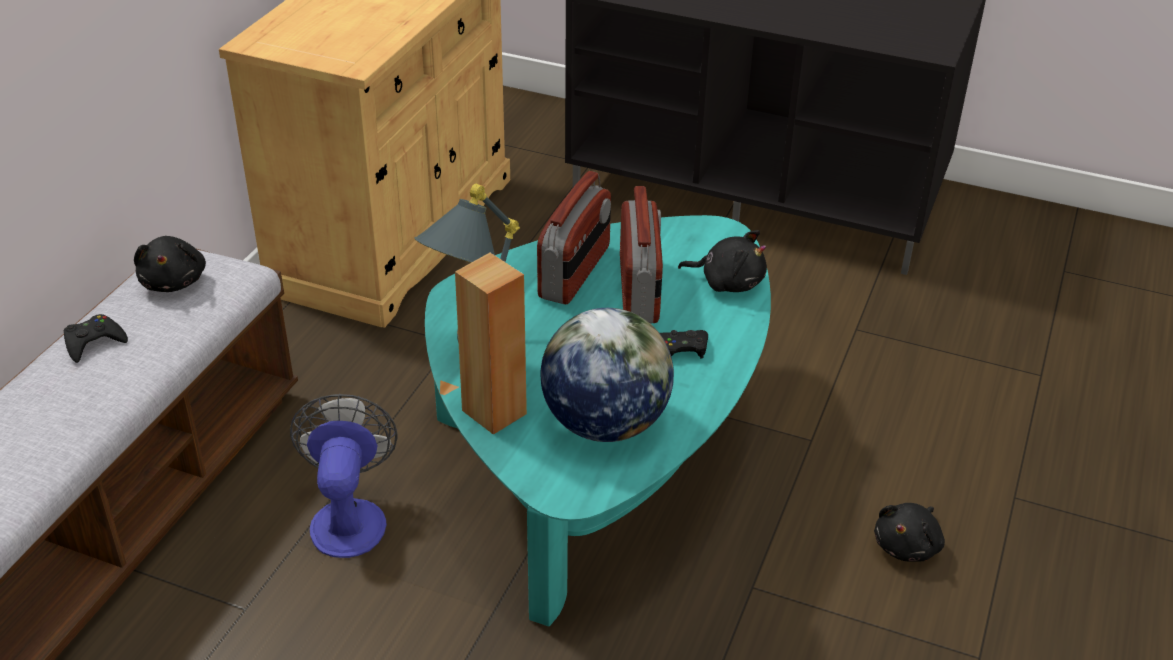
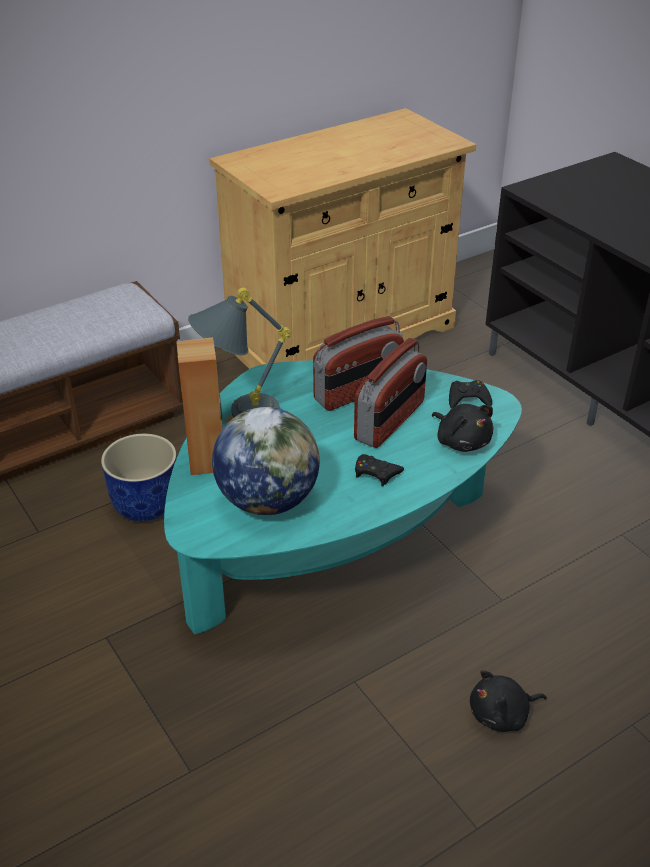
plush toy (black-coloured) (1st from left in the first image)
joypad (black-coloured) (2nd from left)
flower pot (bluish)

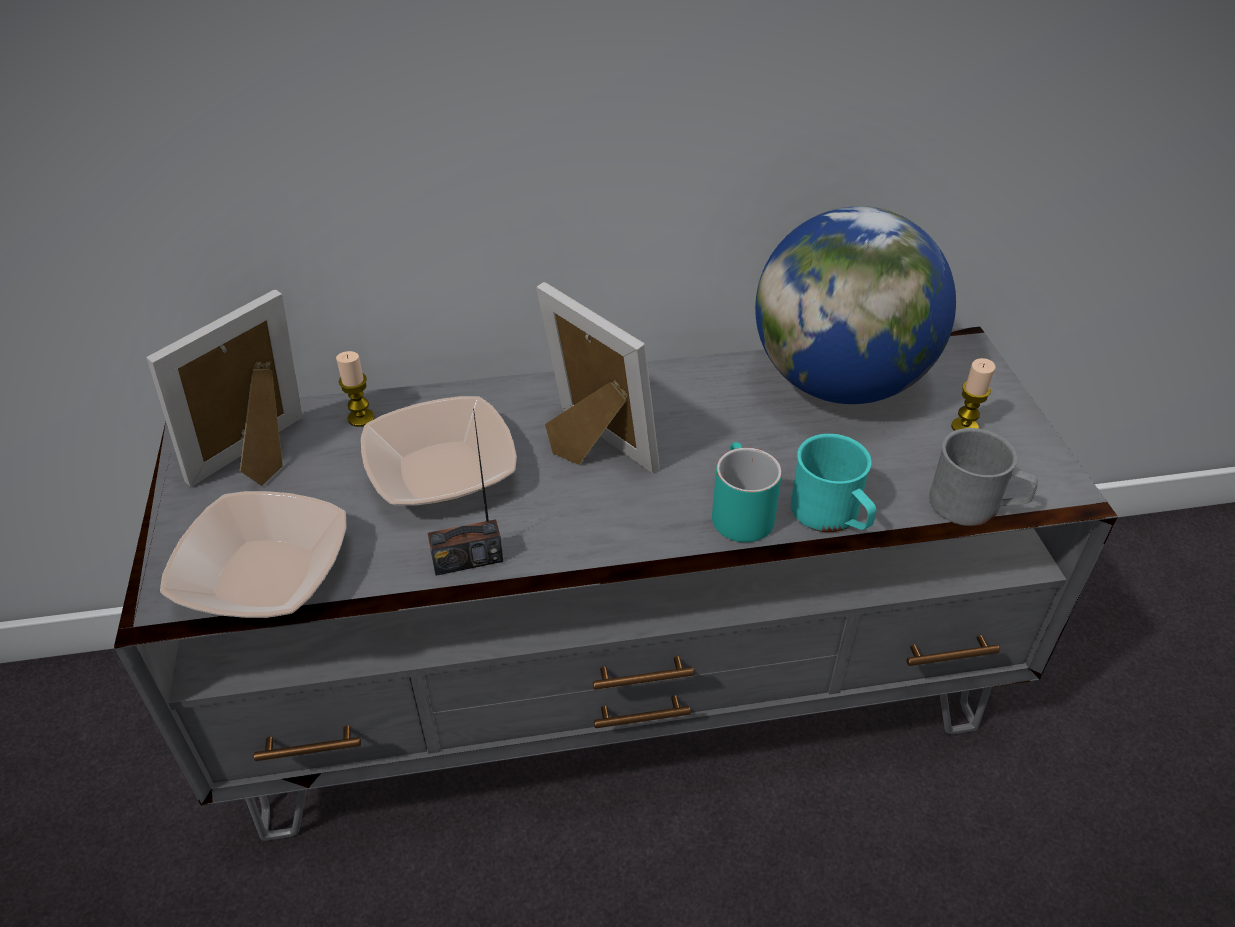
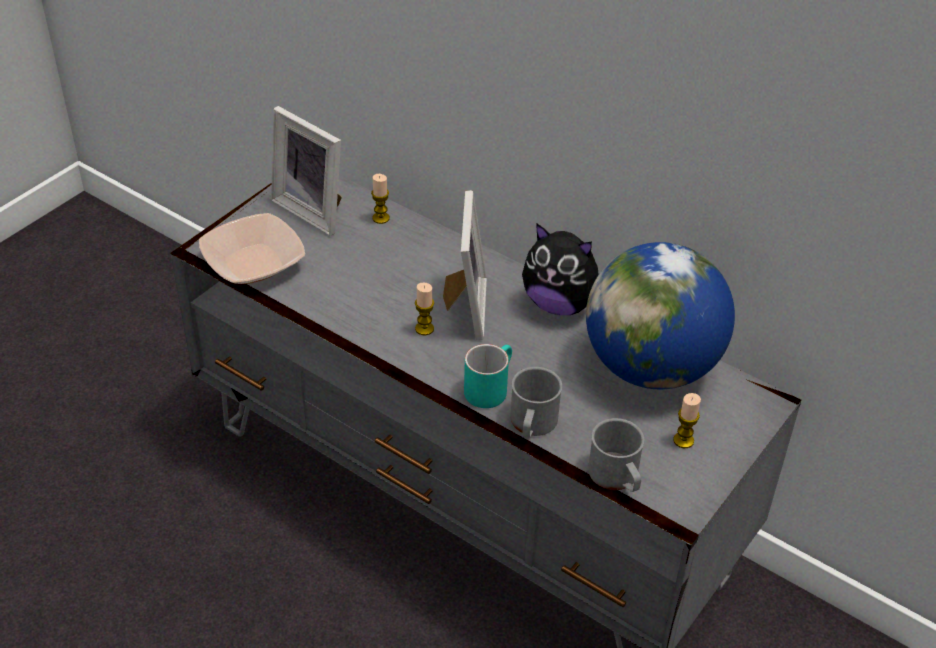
standing frame (1st from left)
deep dish (2nd from left in the first image)
radio
coffee mug (gray) (1st from left)
plush toy
candle (2nd from left)

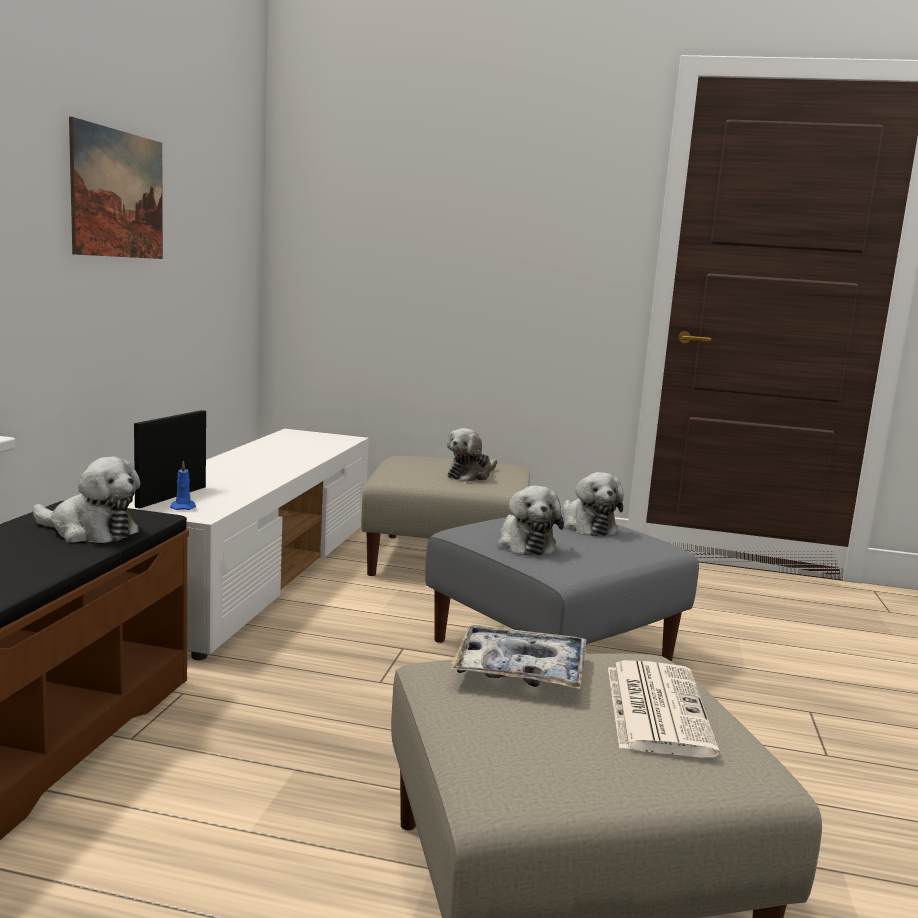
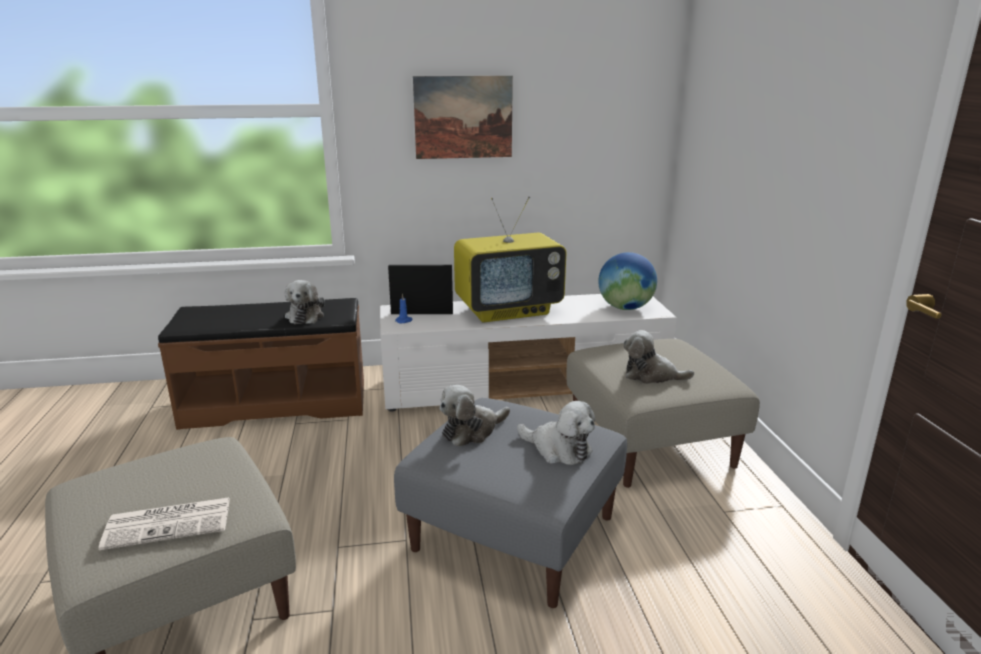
plush toy (3rd from left)
serving tray
TV set
world globe

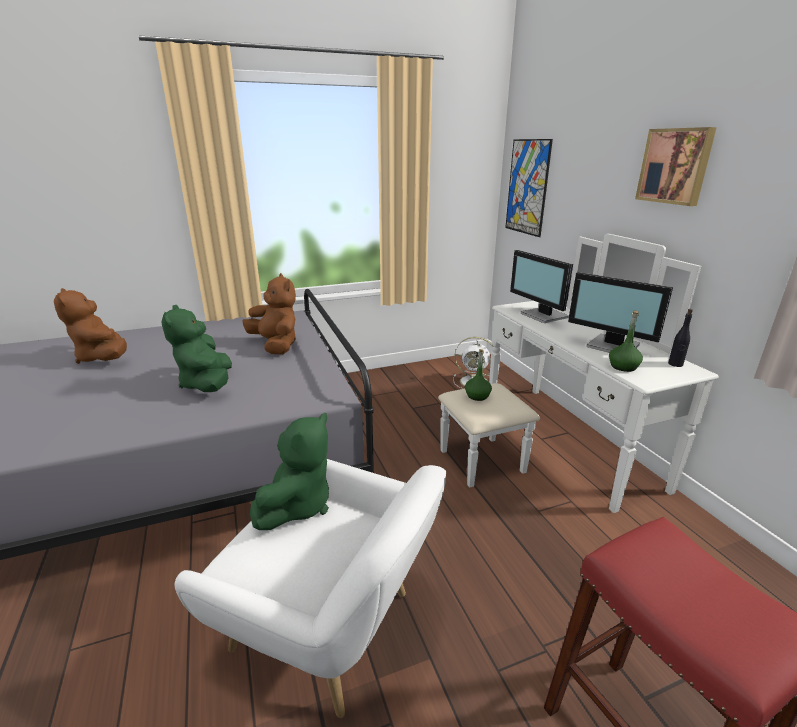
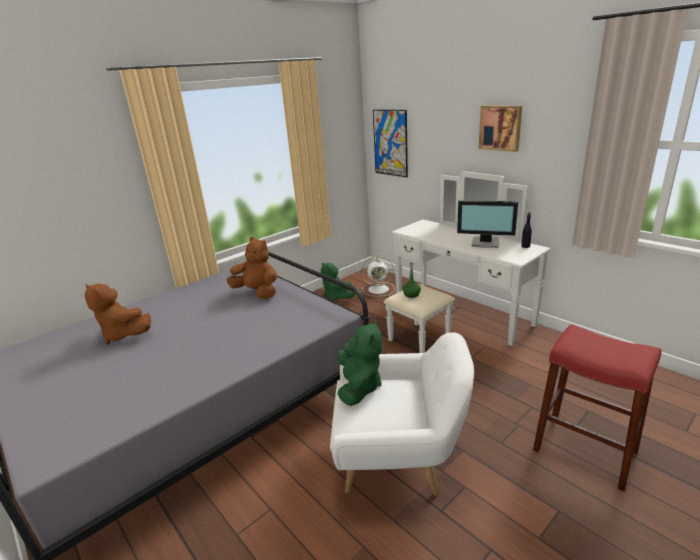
monitor (1st from left in the first image)
plush toy (green) (1st from left)
bottle (green) (2nd from left in the first image)

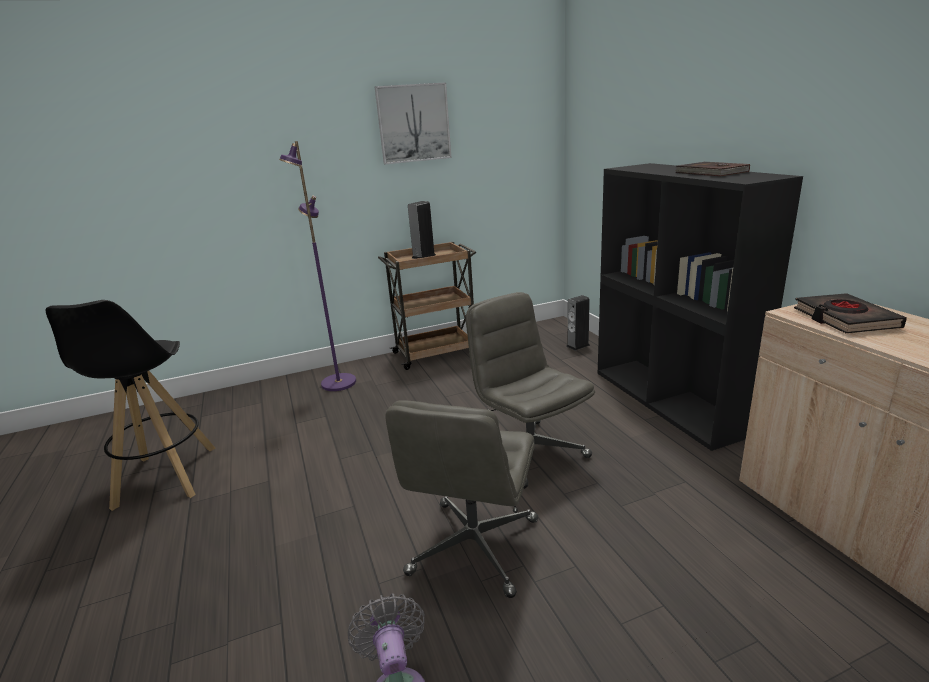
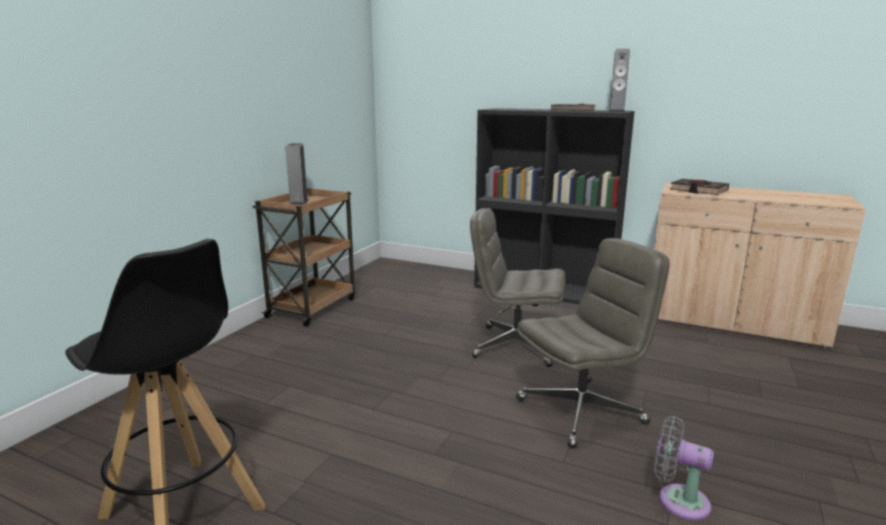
wall art
floor lamp (purplish)
loudspeaker (2nd from left)
computer chair (gray) (2nd from left)

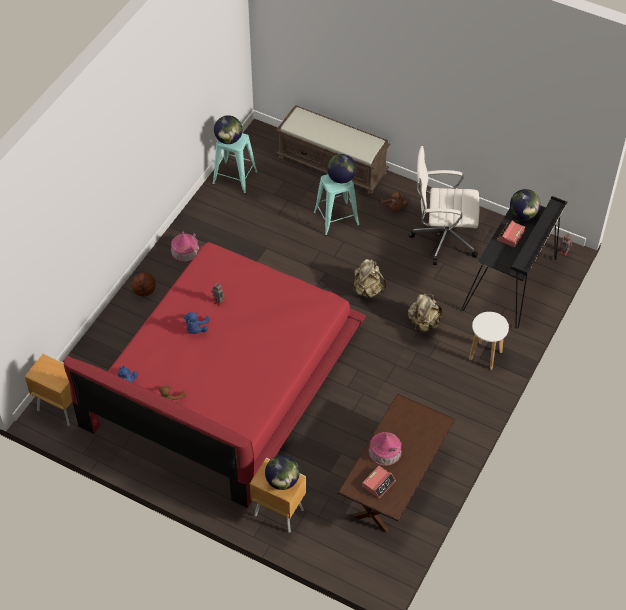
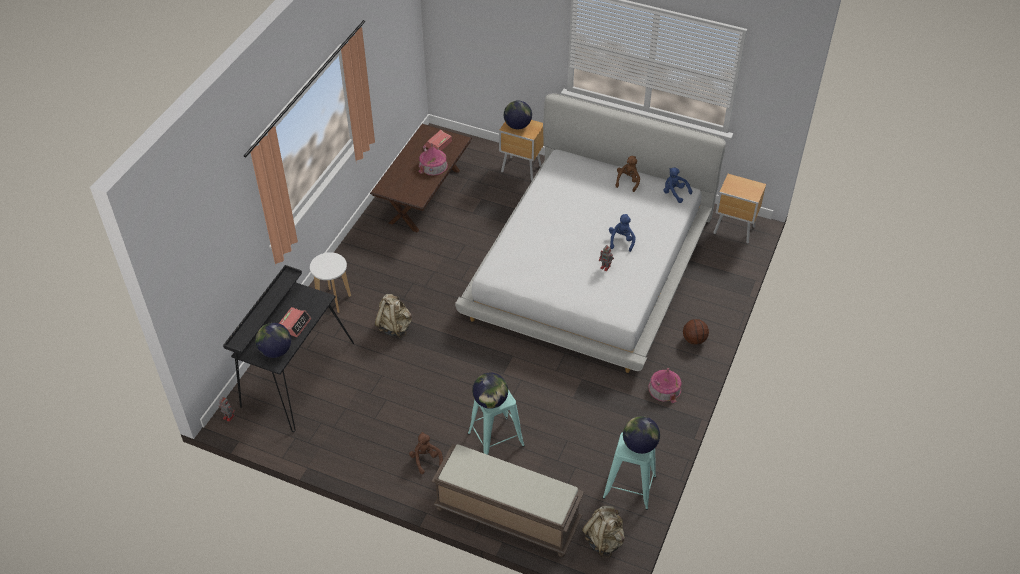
computer chair (white-coloured)
bedroom bed (white-coloured)
backpack (sand-coloured) (2nd from left)

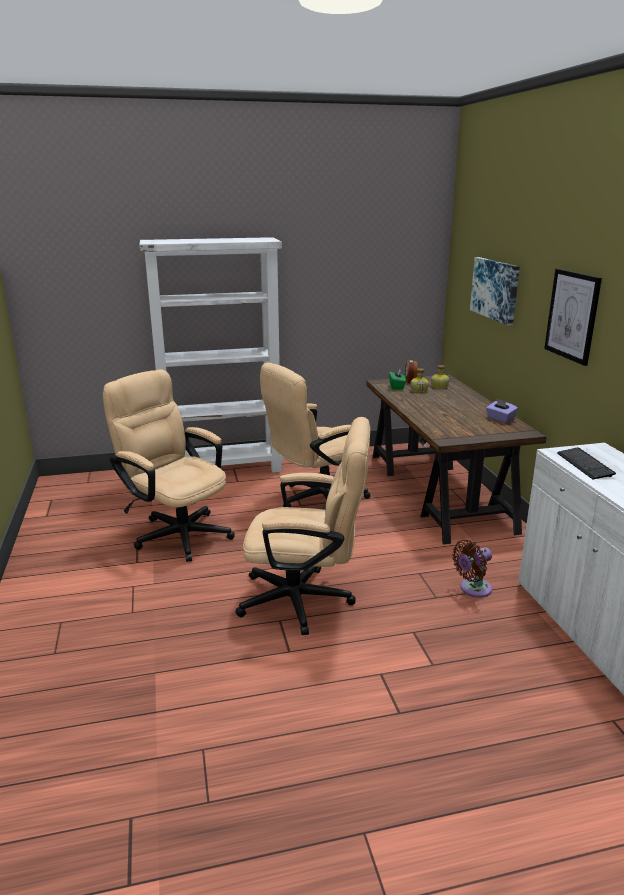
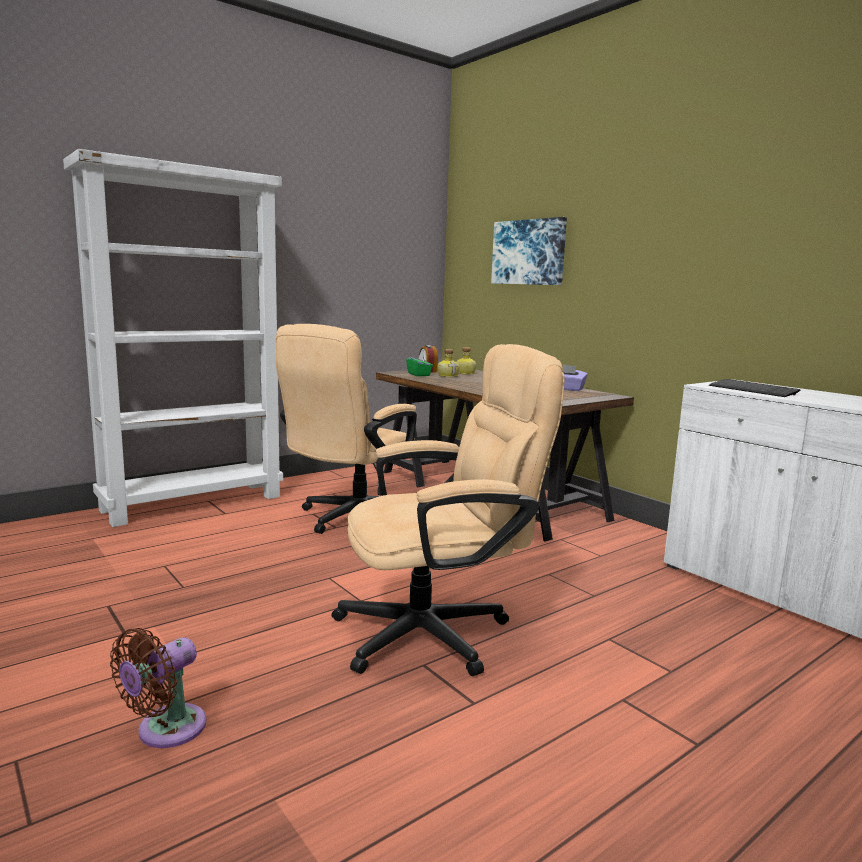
wall art (2nd from left in the first image)
computer chair (sand-coloured) (1st from left in the first image)
cooling fan (brown)

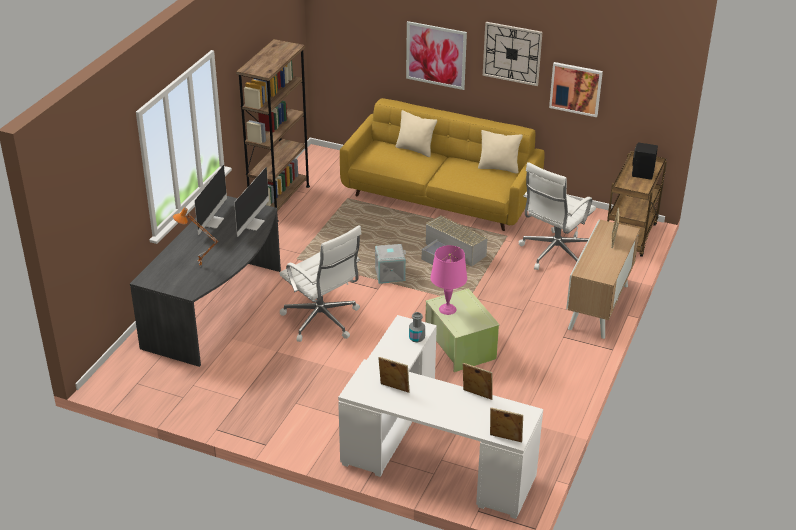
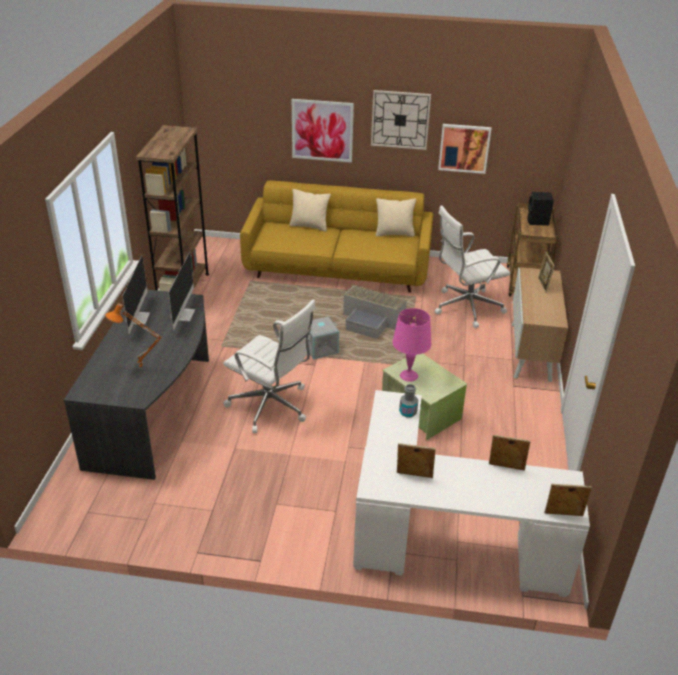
computer chair (white-coloured) (2nd from left)

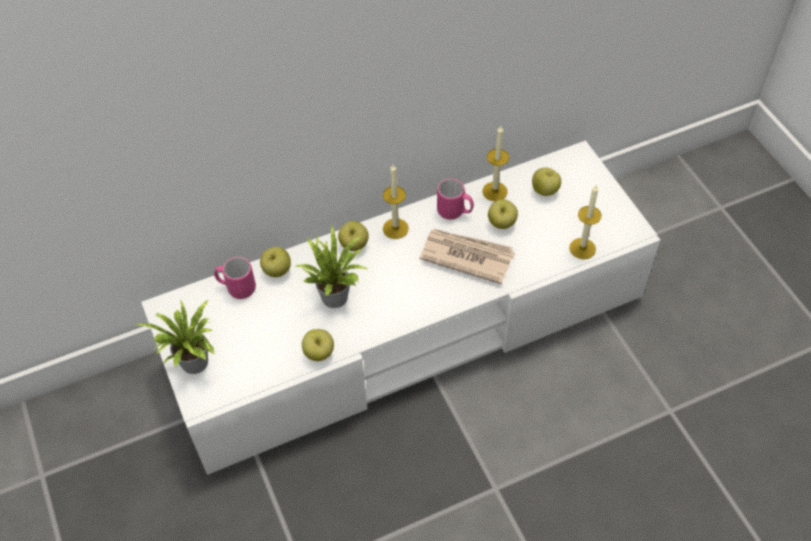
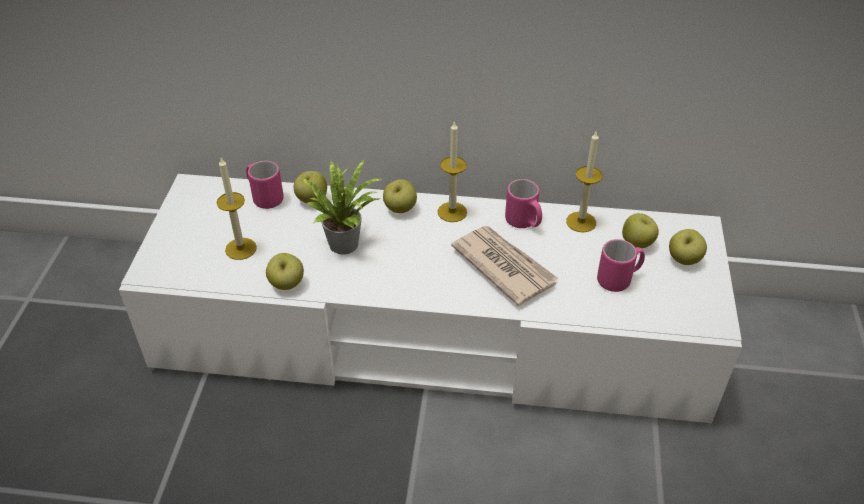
candle (1st from left)
whole apple (5th from left)
houseplant (1st from left in the first image)
coffee mug (pink) (3rd from left)

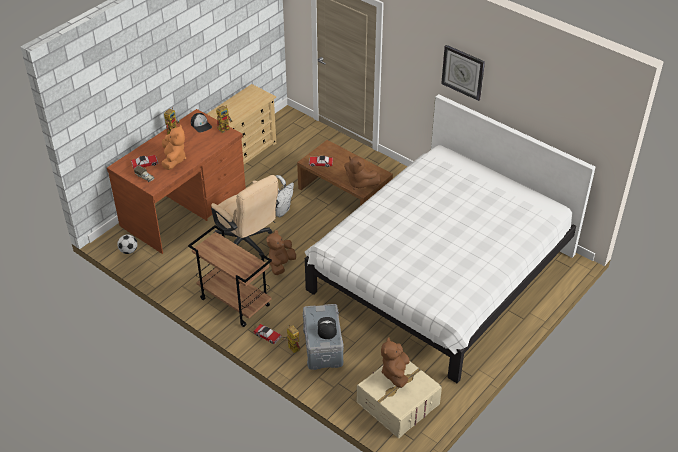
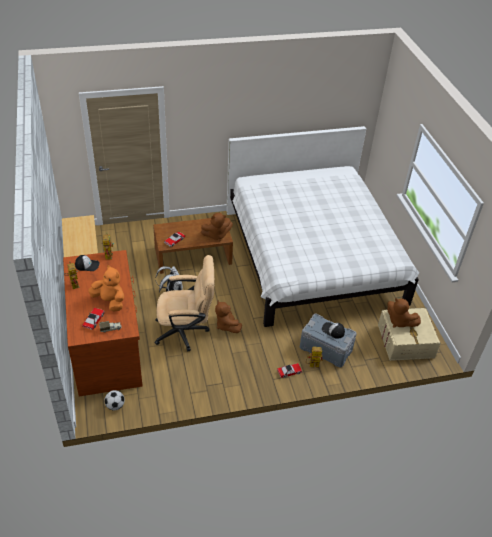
clock on the wall
cart (brown)

